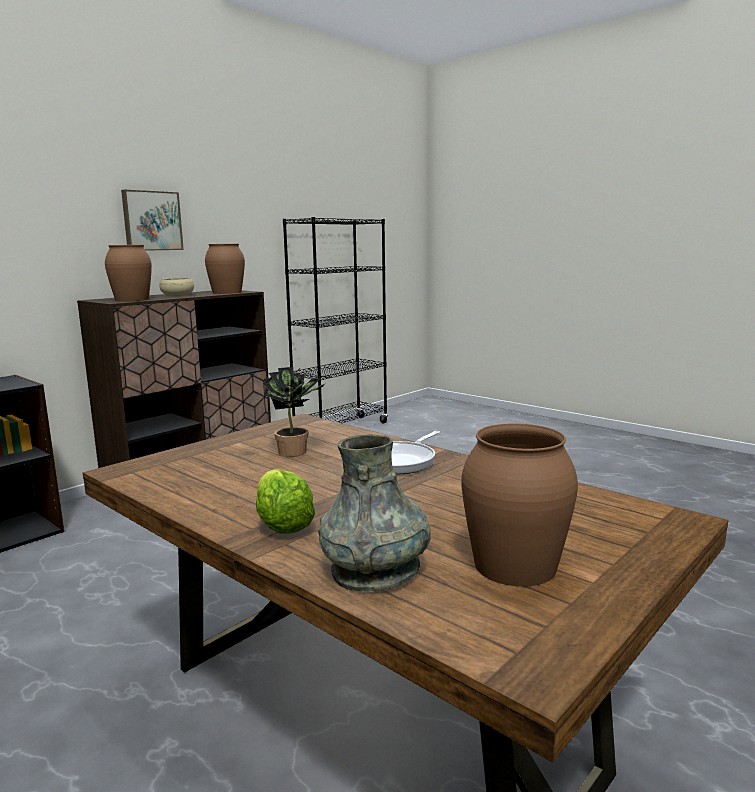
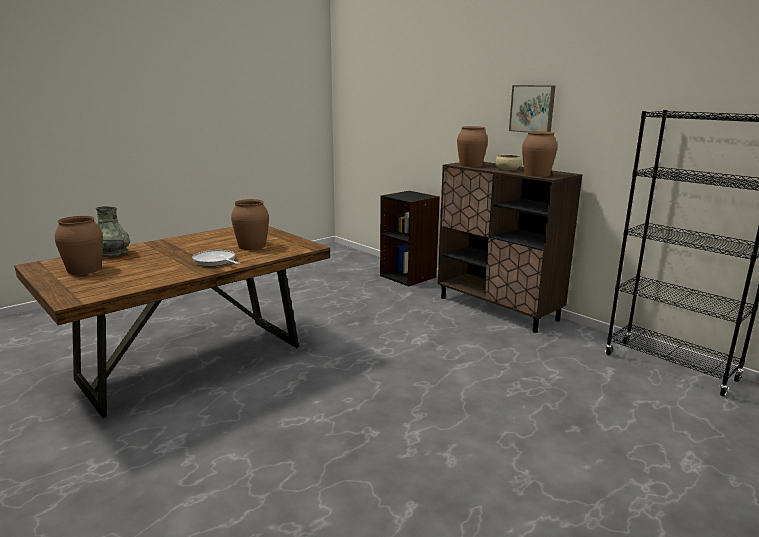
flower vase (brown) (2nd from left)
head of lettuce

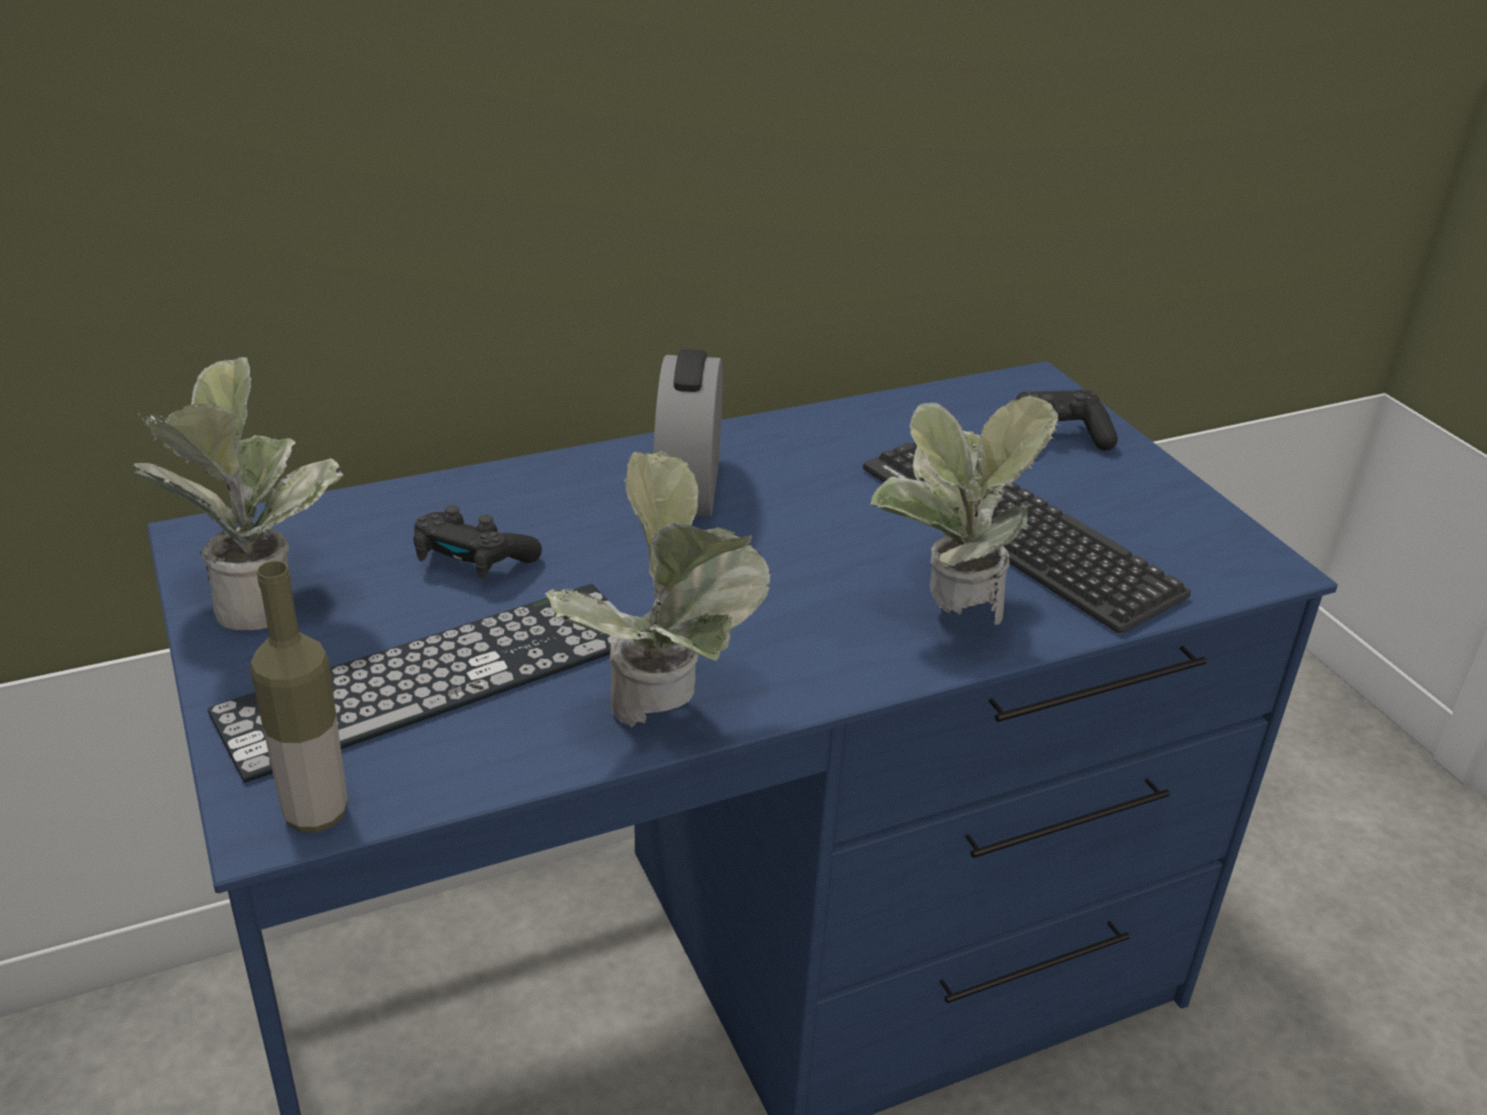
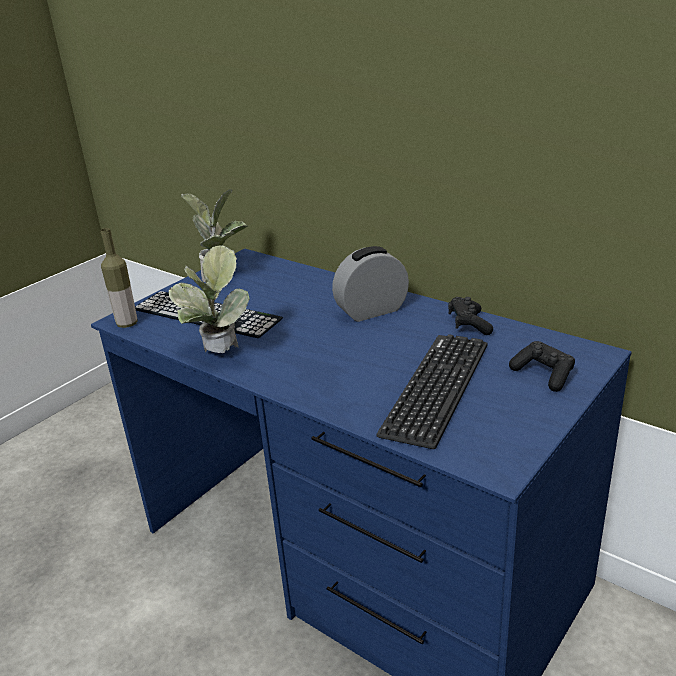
houseplant (3rd from left in the first image)
joypad (black-coloured) (1st from left)

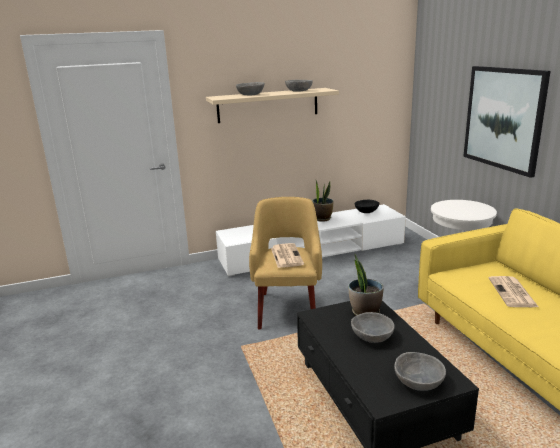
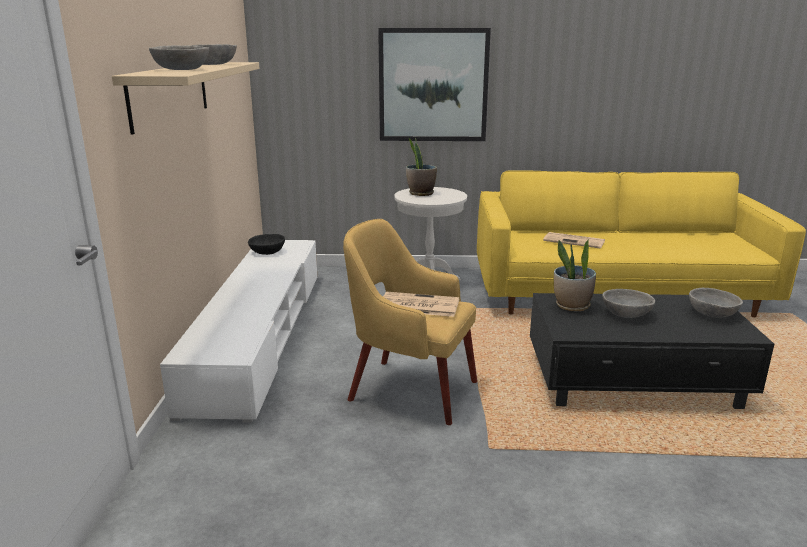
houseplant (1st from left)

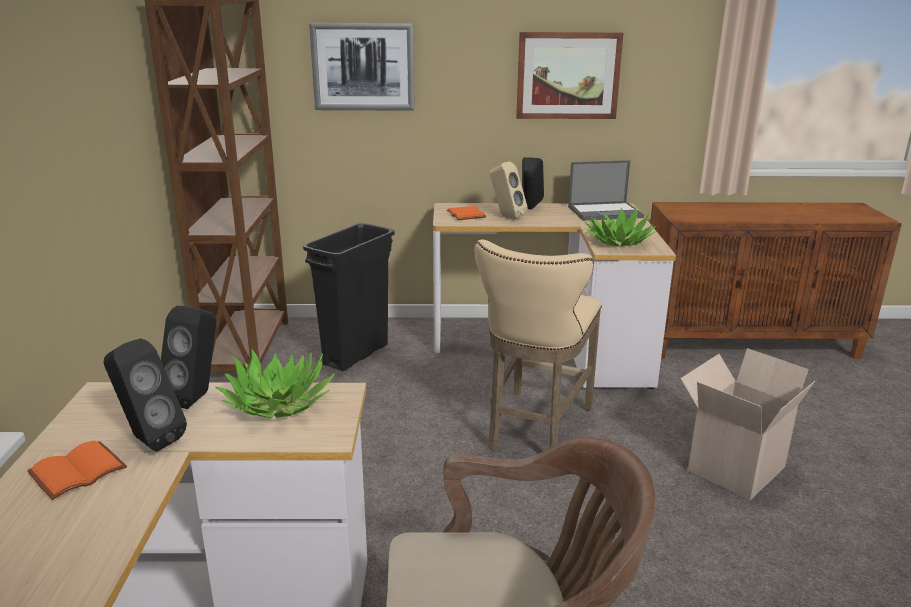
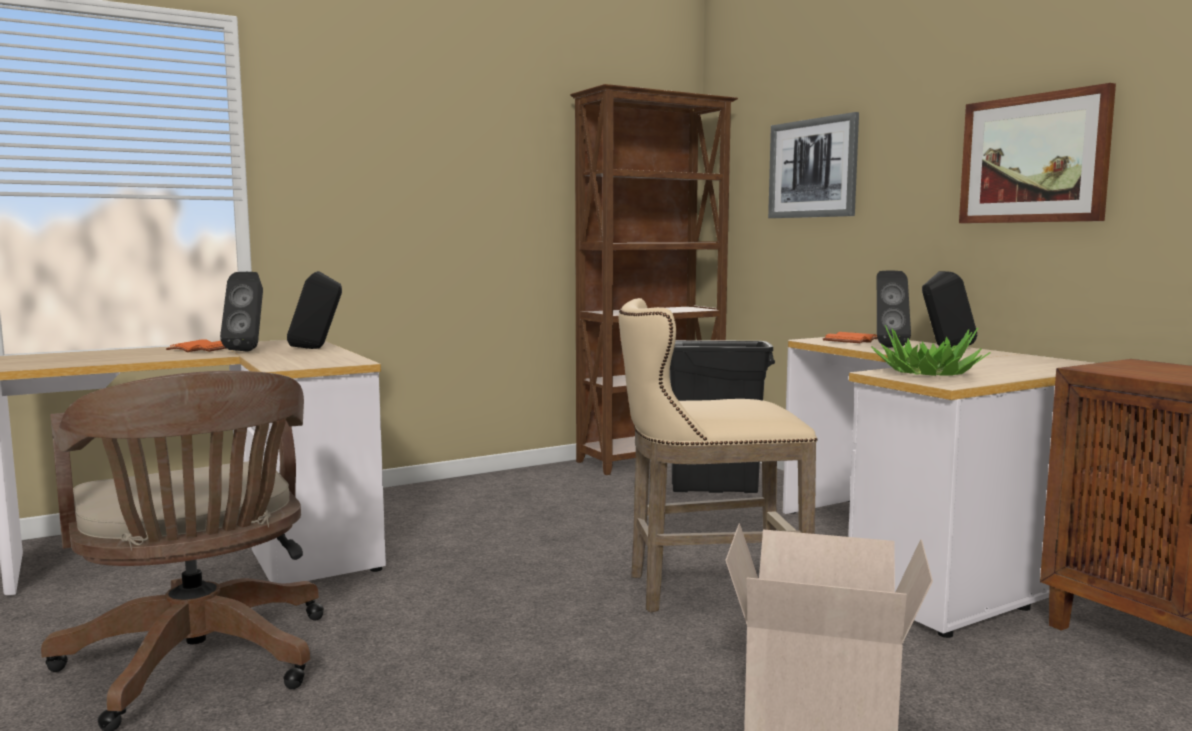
portable computer
loudspeaker (black-coloured) (3rd from left)
houseplant (1st from left in the first image)

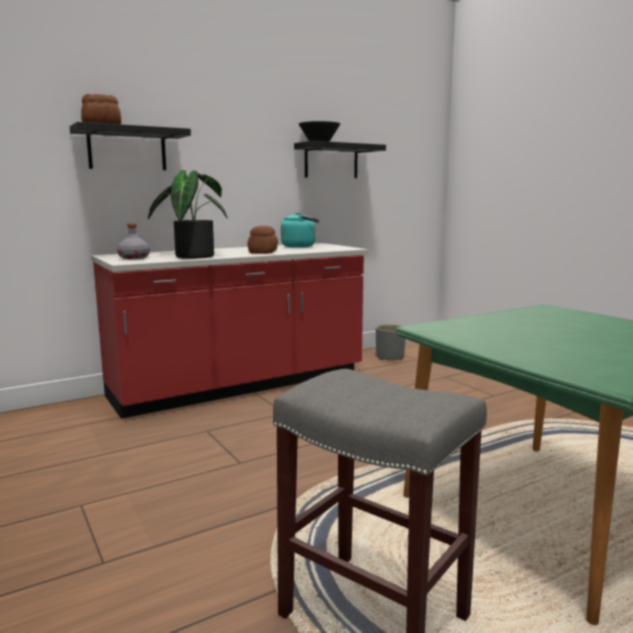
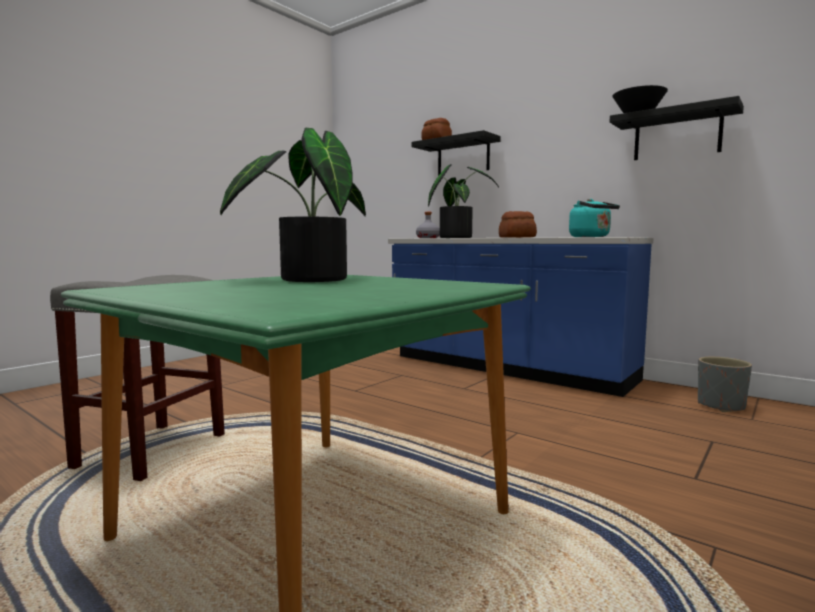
counter (bluish)
houseplant (1st from left)

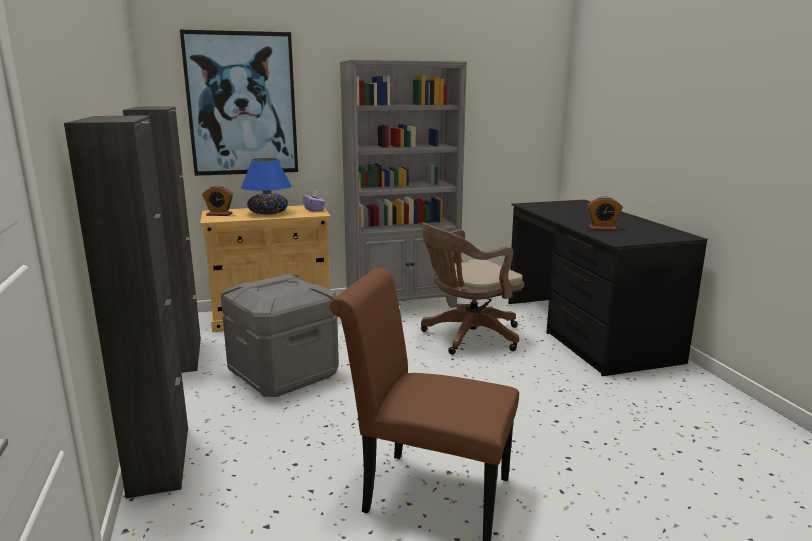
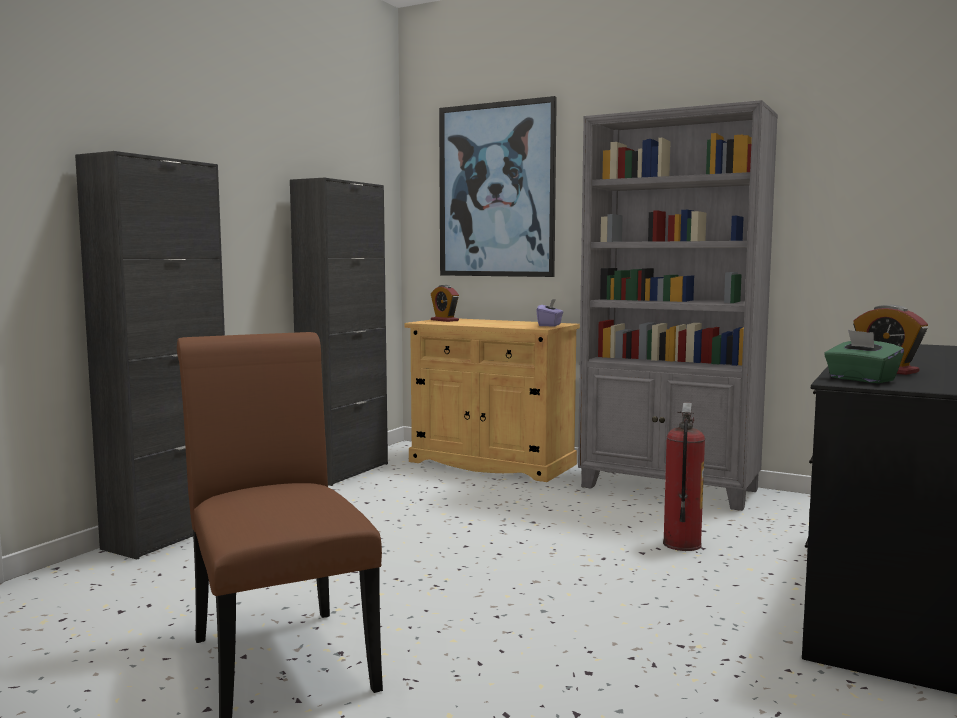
lamp for a table (bluish)
extinguisher
storage bin (gray)
tissue box (green)

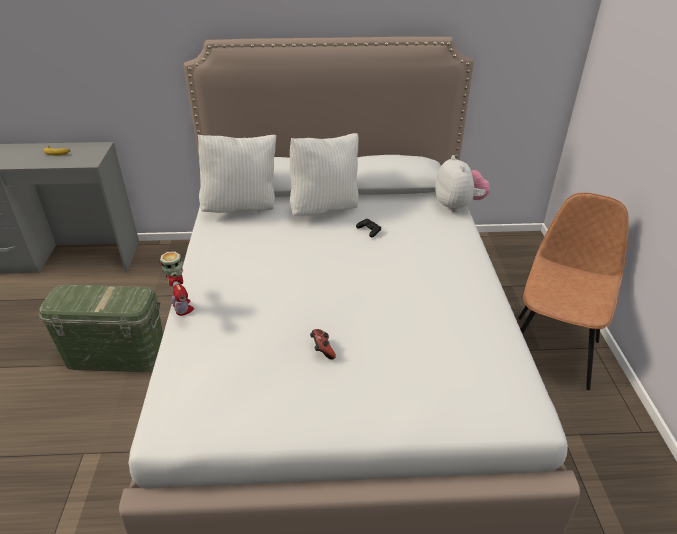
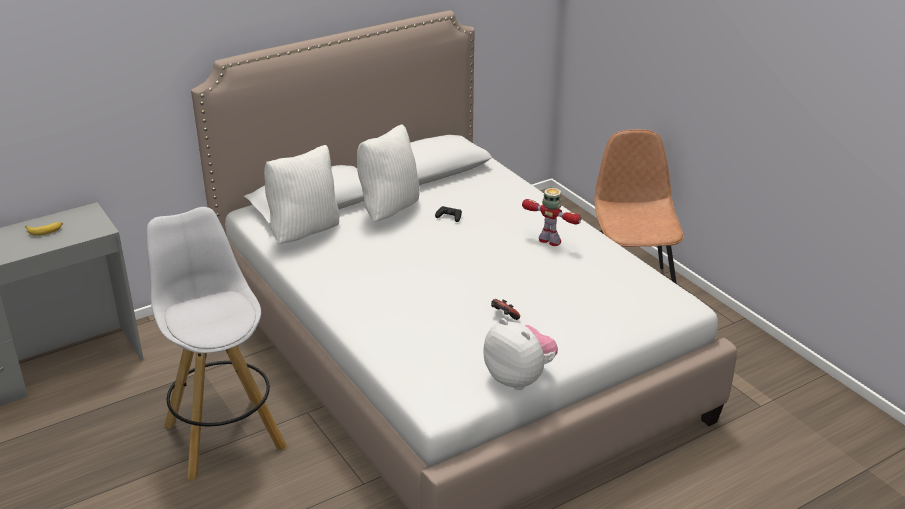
plush toy
toy robot
sitting stool (white-coloured)

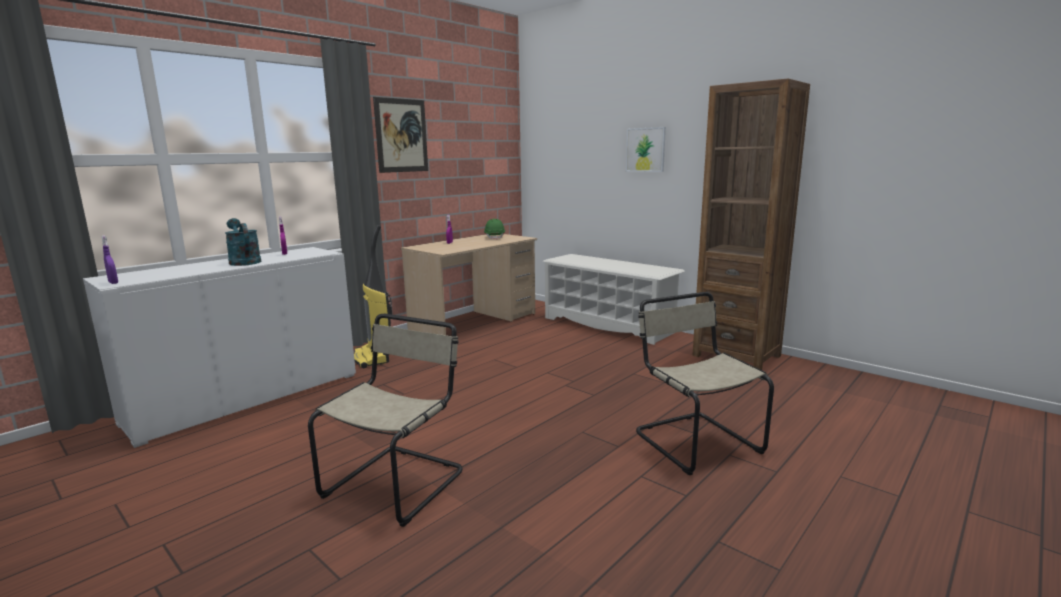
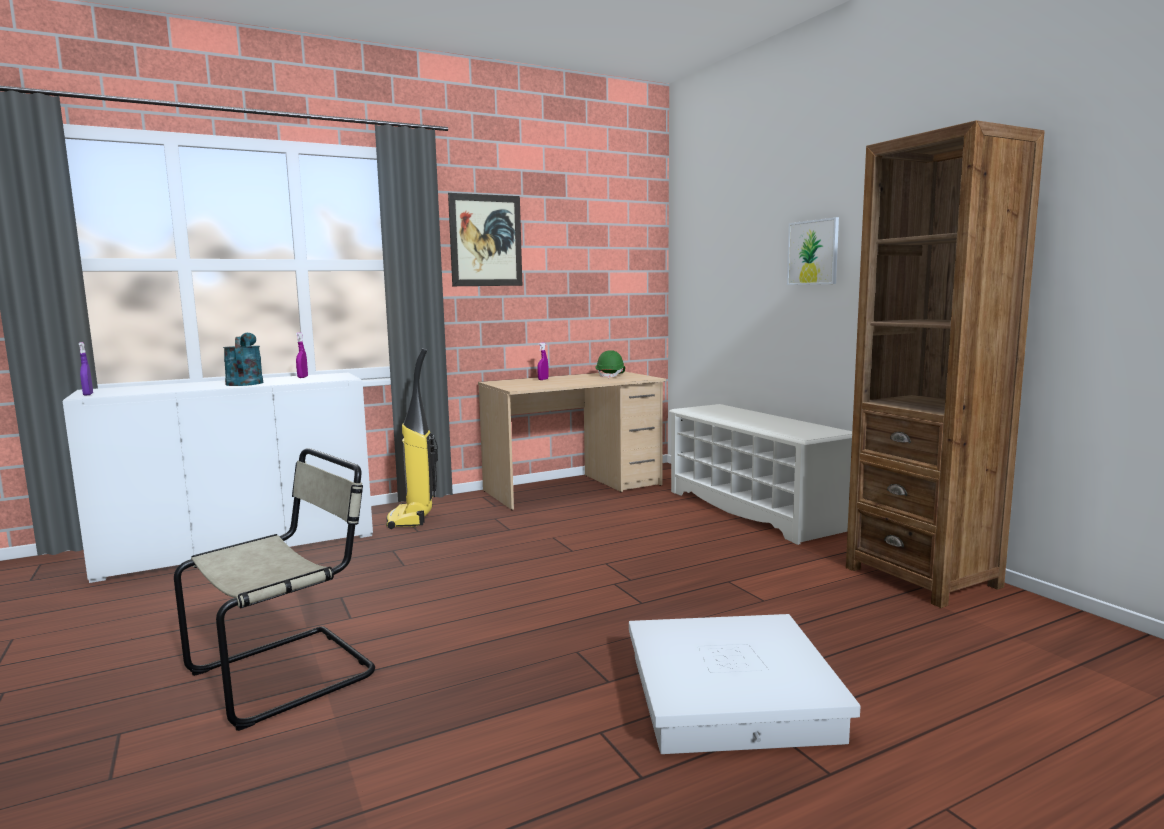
storage bin (white-coloured)

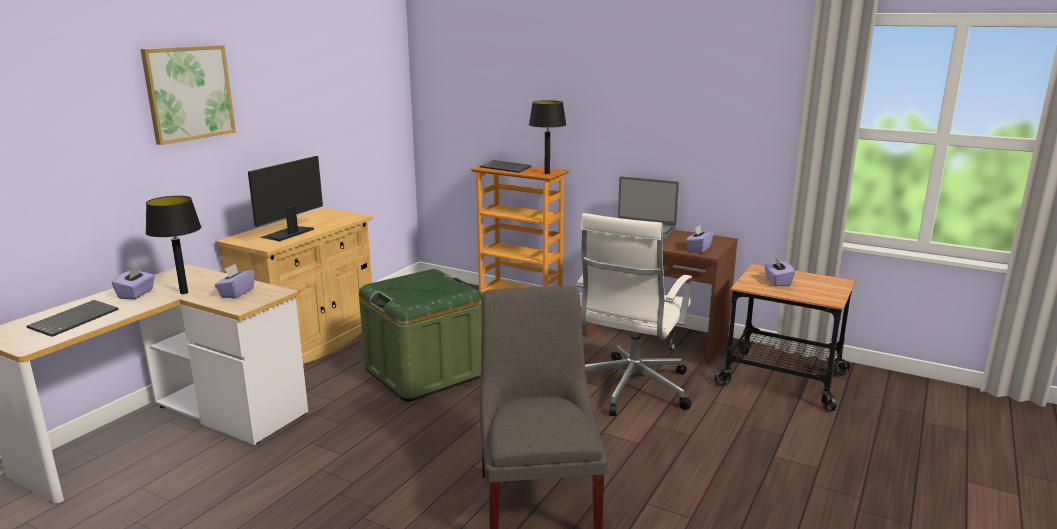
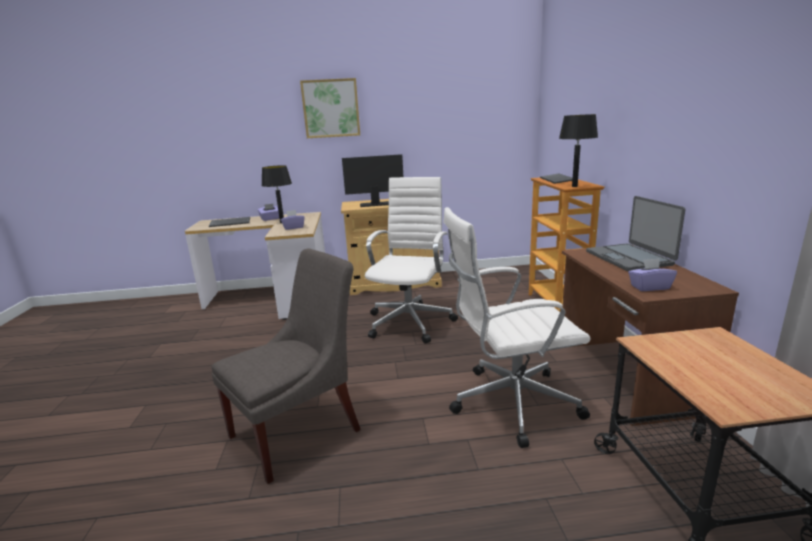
tissue box (purplish) (4th from left in the first image)
computer chair (white-coloured) (1st from left)

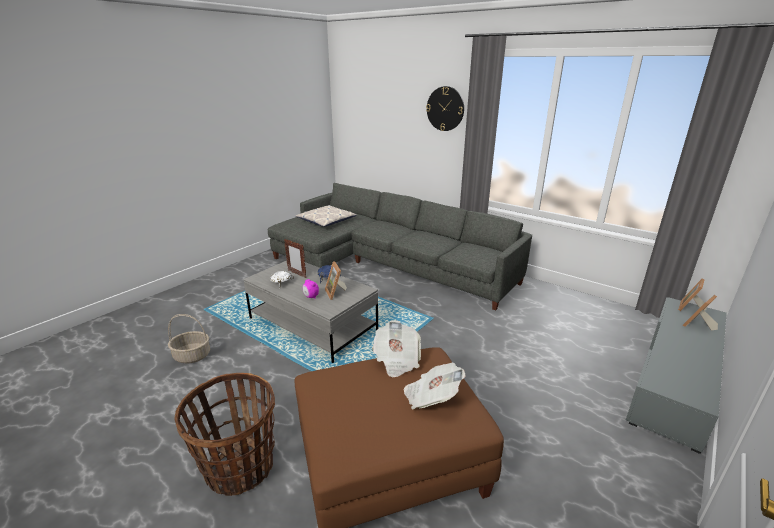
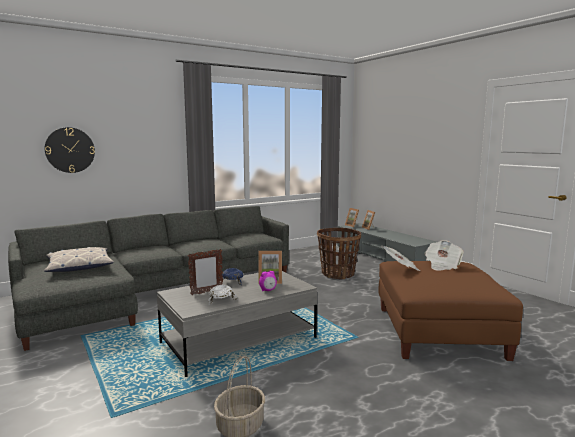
clock on the wall
household basket (2nd from left)

